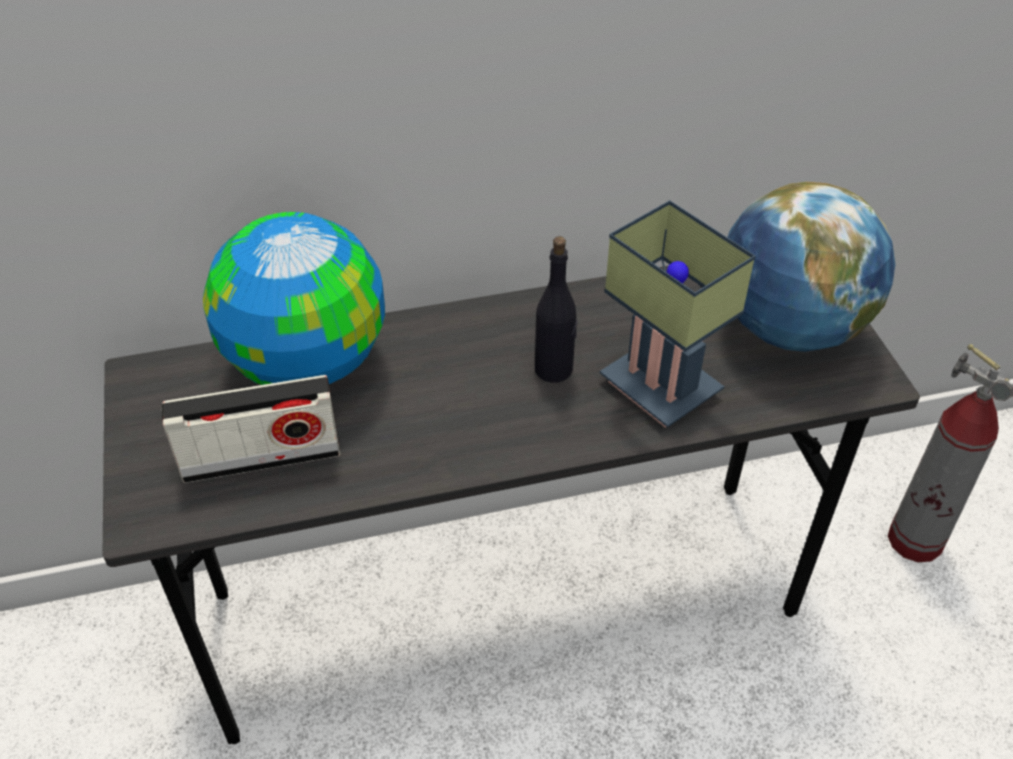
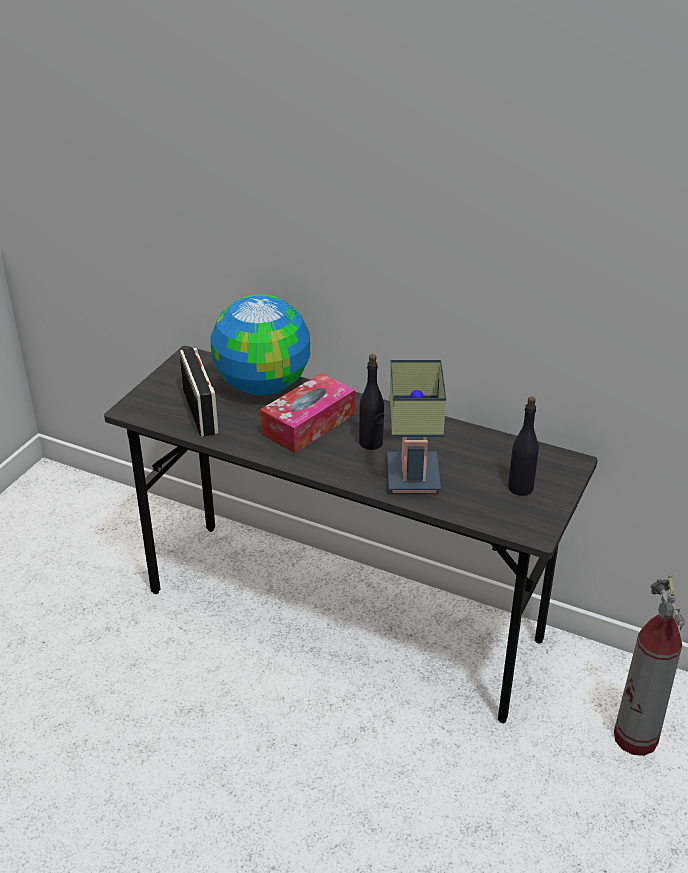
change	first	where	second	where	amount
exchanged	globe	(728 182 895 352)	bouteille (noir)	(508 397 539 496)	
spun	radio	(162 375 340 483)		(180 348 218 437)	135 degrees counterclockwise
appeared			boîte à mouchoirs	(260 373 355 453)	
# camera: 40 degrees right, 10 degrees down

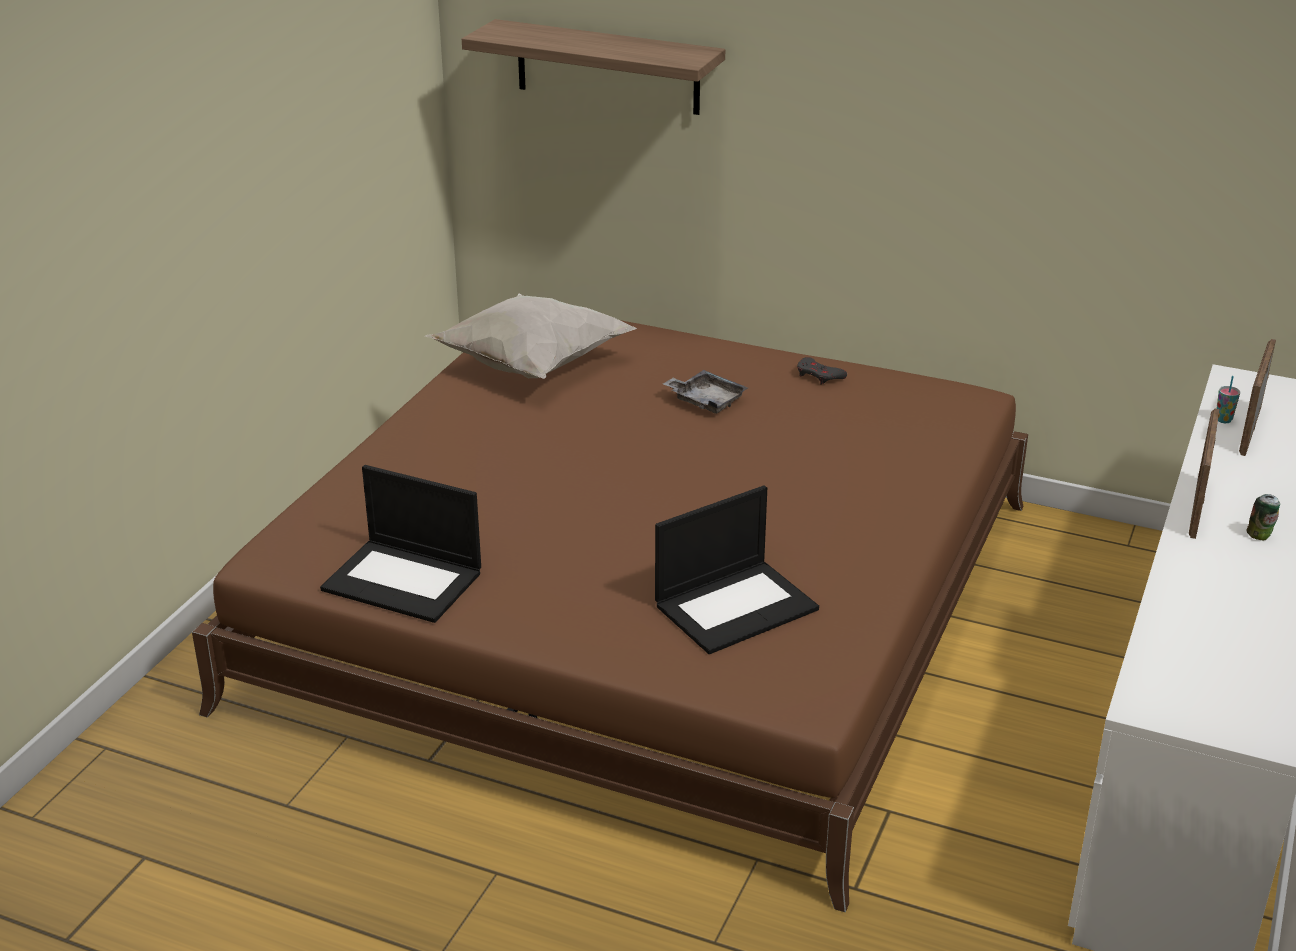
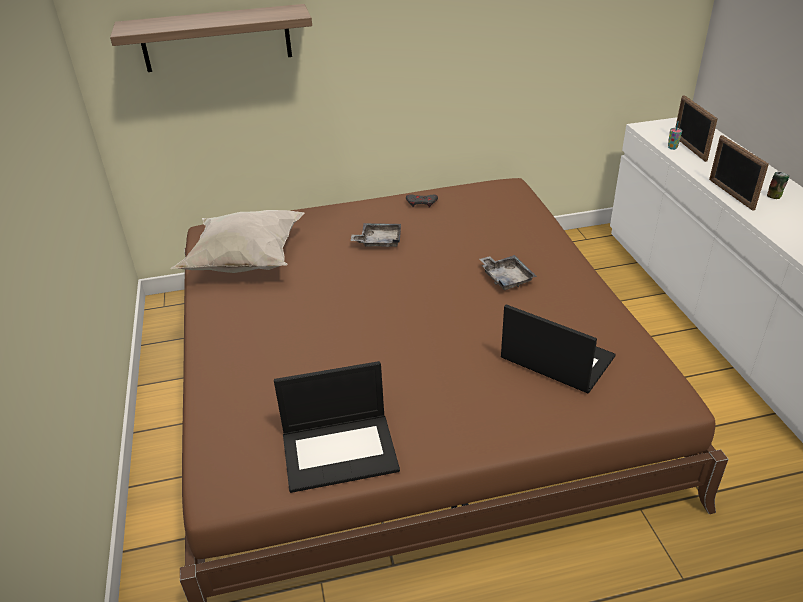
change	first	where	second	where	amount
spun	ordinateur portable	(655 485 819 654)		(501 304 616 394)	75 degrees counterclockwise
appeared			plateau (gris)	(479 255 537 290)	
# camera: 35 degrees left, 5 degrees up

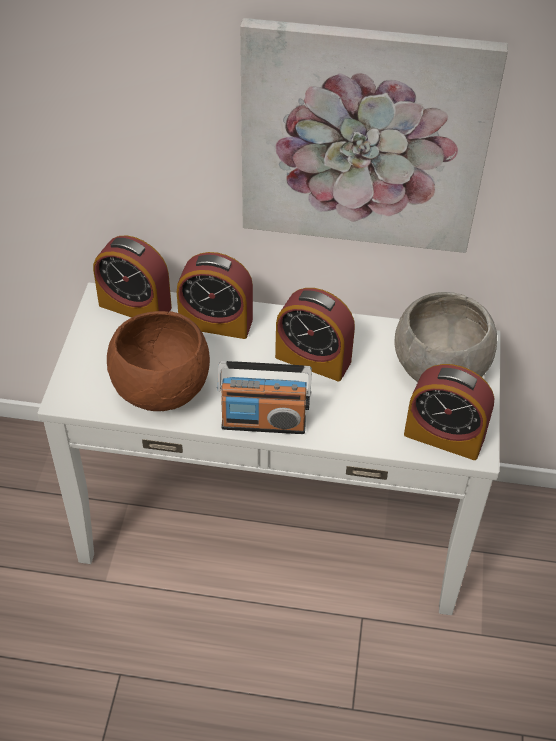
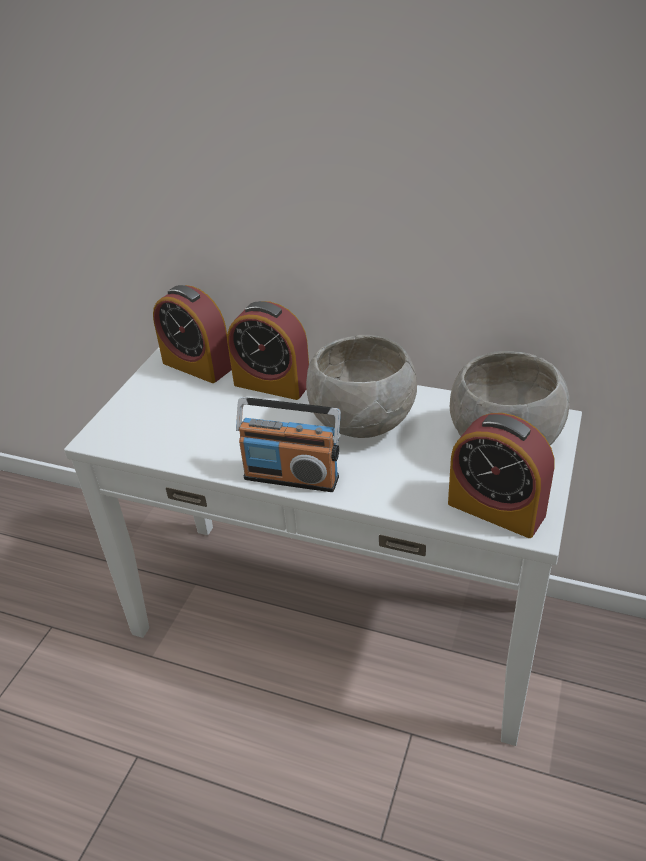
change	first	where	second	where	amount
missing	tableau	(240 18 508 253)			
exchanged	réveil	(275 288 355 381)	bol (gris)	(306 335 417 438)	
missing	bol (marron)	(107 311 210 411)			
# camera: 15 degrees right, 10 degrees down

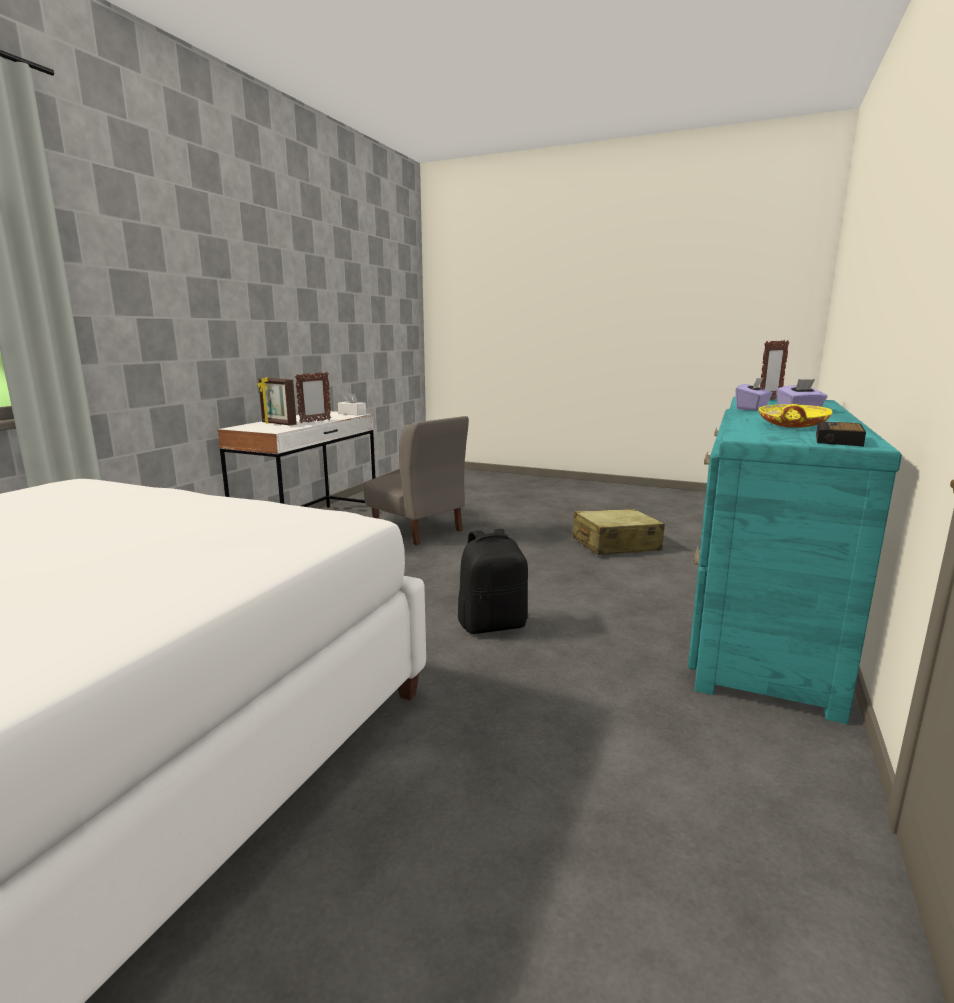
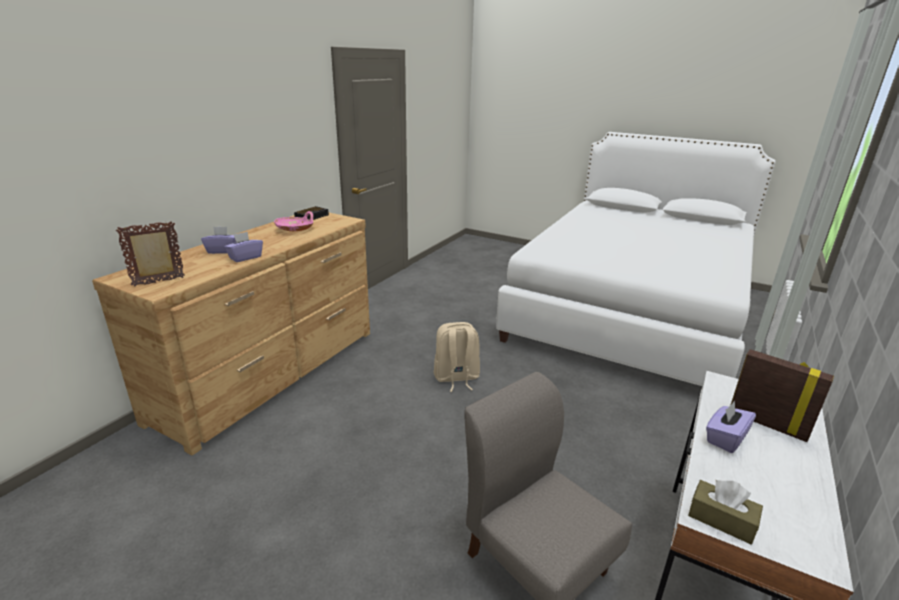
change	first	where	second	where	amount
exchanged	cadre photo	(295 372 331 423)	boîte à mouchoirs (violet)	(706 401 756 453)	
colour	boîte à mouchoirs (blanc)	(338 392 366 415)	boîte à mouchoirs (marron)	(688 480 763 544)	
colour	commode (turquoise)	(688 397 902 724)	commode (marron)	(92 213 370 455)	
colour	bol (jaune)	(759 404 832 428)	bol (rose)	(274 211 313 231)	
missing	valise (beige)	(572 509 665 555)			
colour	sac à dos (noir)	(458 529 528 634)	sac à dos (beige)	(434 322 480 392)	
# camera: 175 degrees left, 10 degrees up

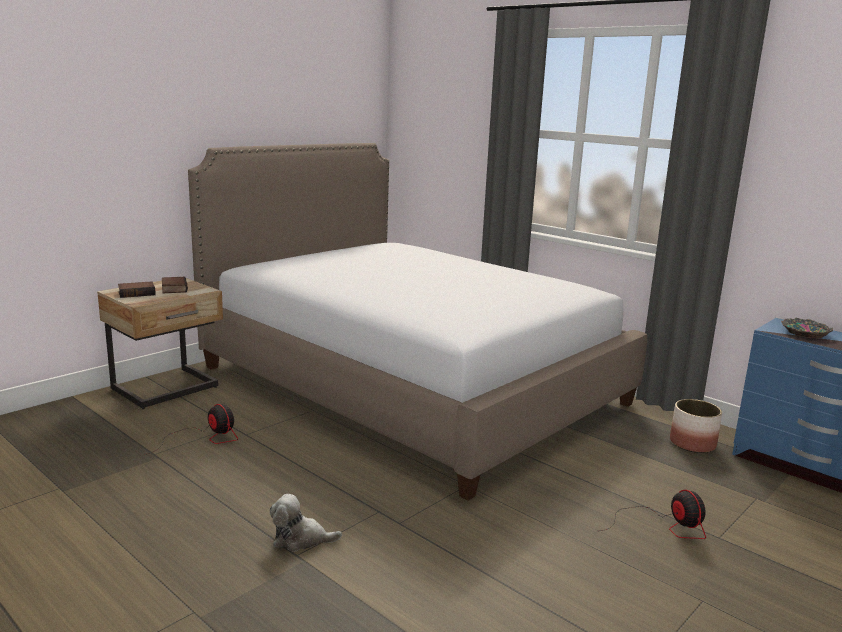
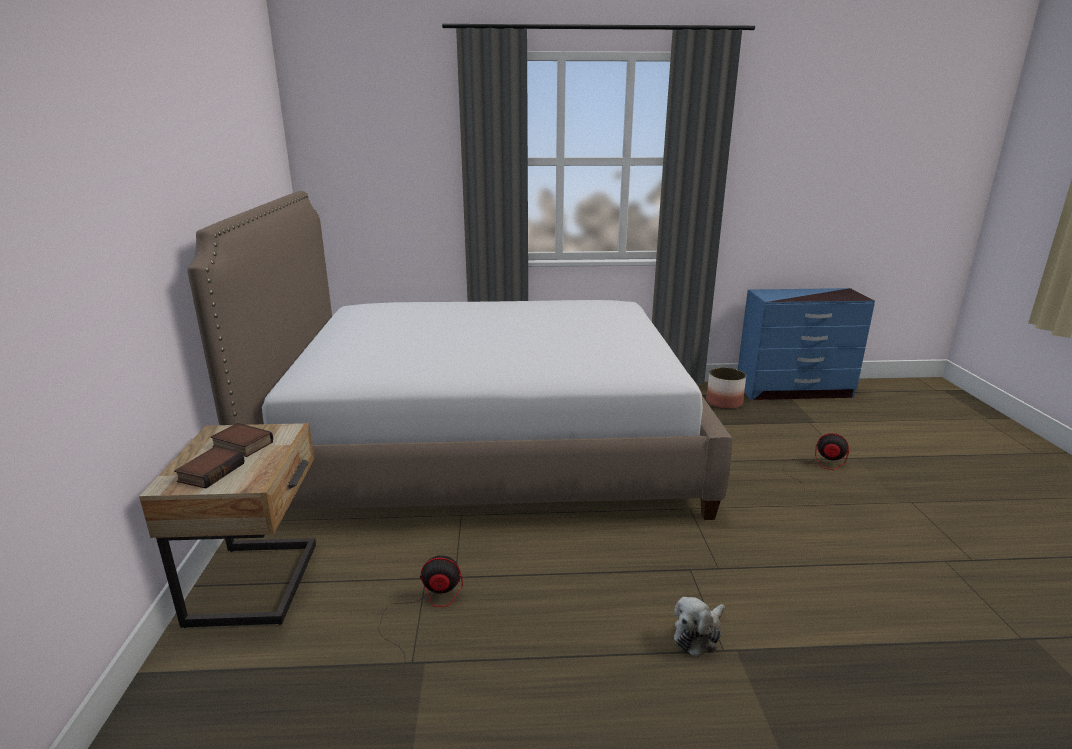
change	first	where	second	where	amount
missing	bol	(781 317 834 338)			
# camera: 45 degrees left, 5 degrees up

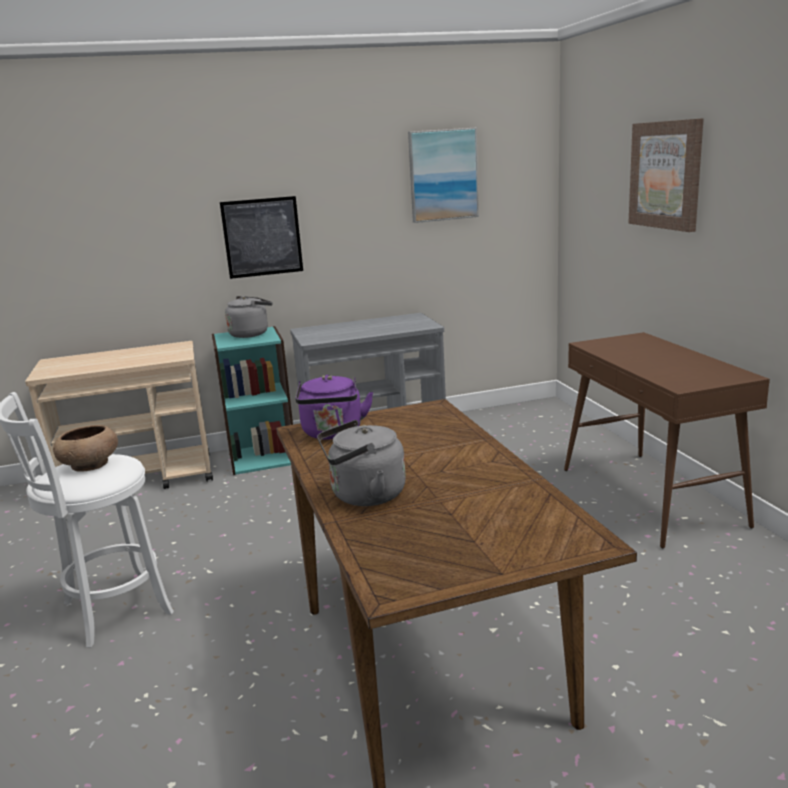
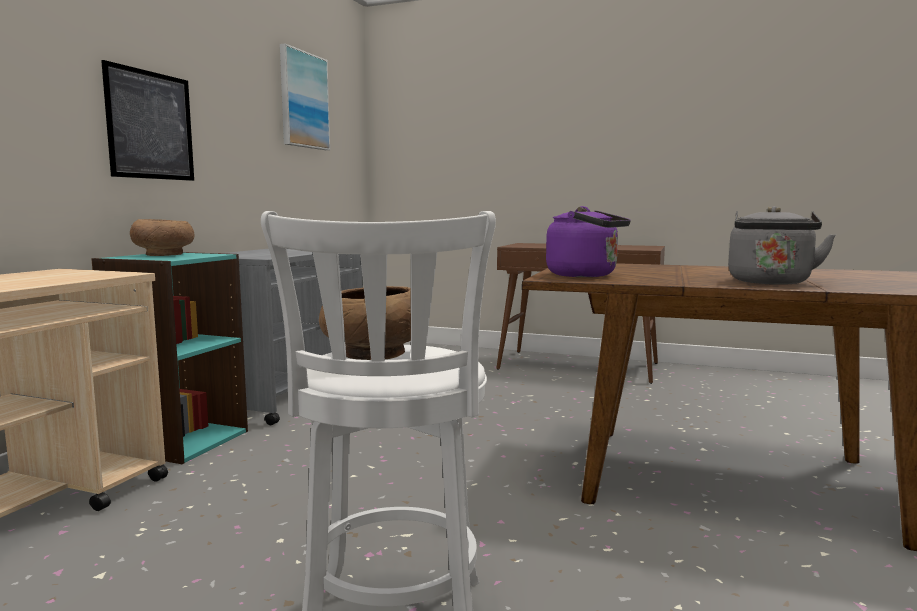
change	first	where	second	where	amount
missing	tableau	(628 118 703 232)			
exchanged	bouilloire (gris)	(225 296 272 338)	bol (marron)	(130 219 195 256)	
# camera: 55 degrees left, 10 degrees down

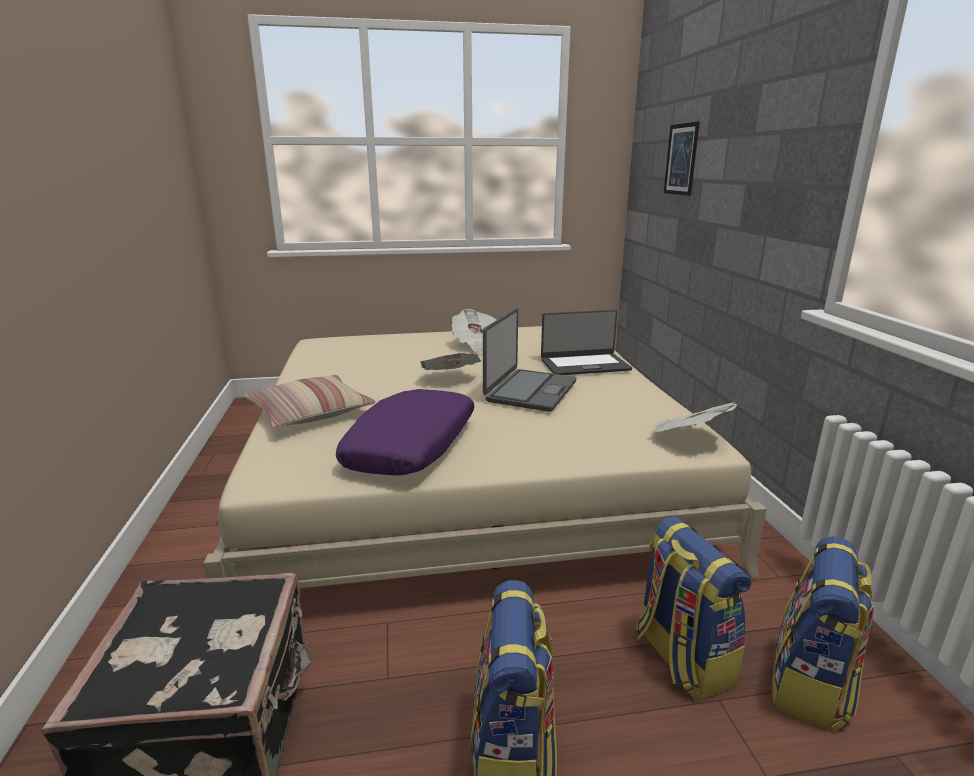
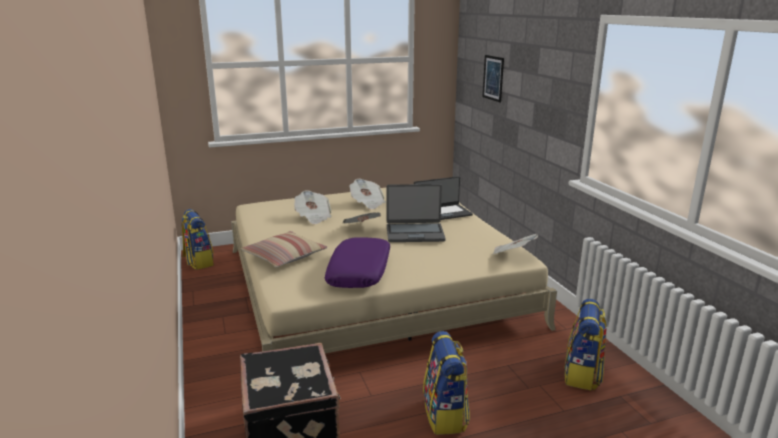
change	first	where	second	where	amount
spun	ordinateur portable	(483 308 576 412)		(387 184 446 242)	75 degrees clockwise
relocated	sac à dos	(636 516 752 701)		(182 209 214 270)	
appeared			journal	(294 190 332 224)	
# camera: 10 degrees left, 0 degrees up

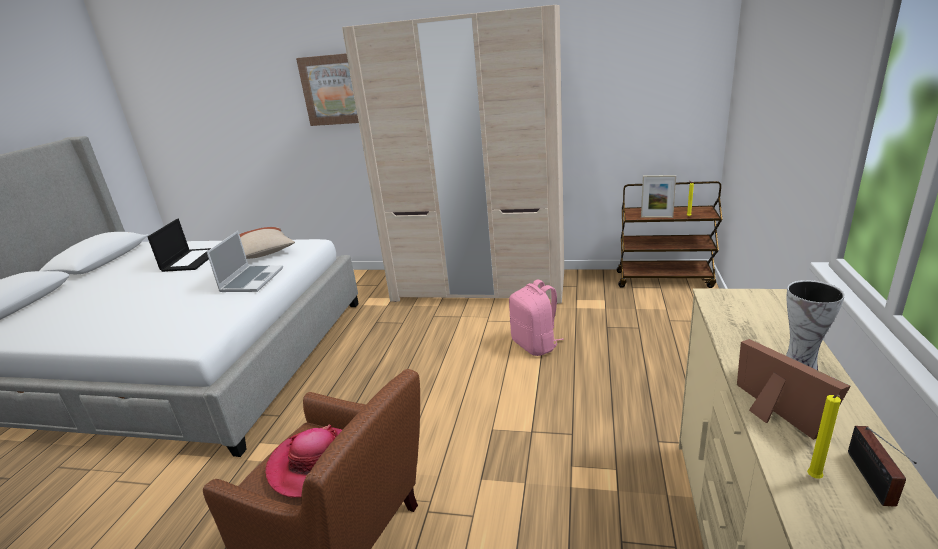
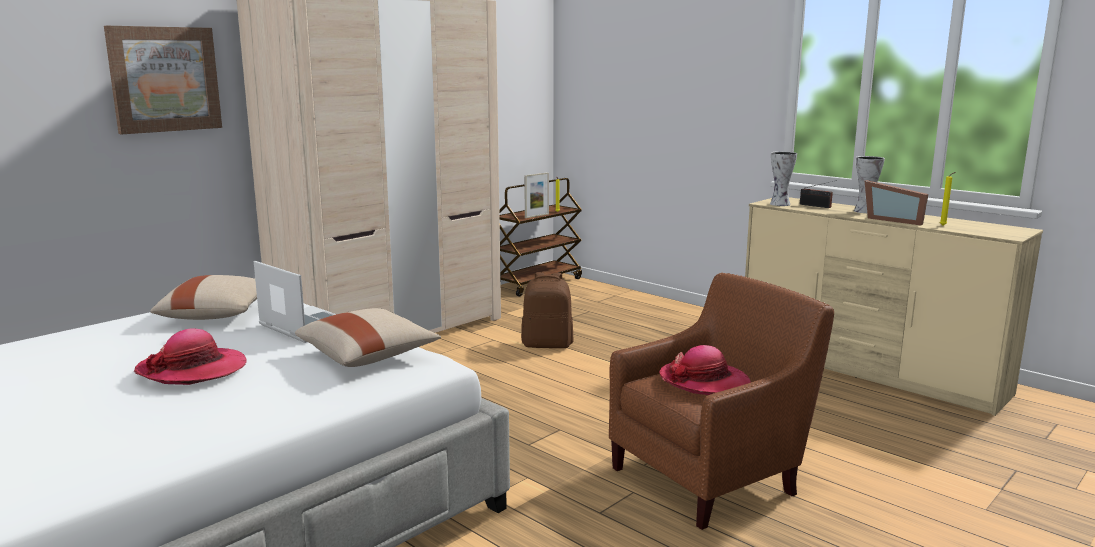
change	first	where	second	where	amount
missing	ordinateur portable	(147 219 211 272)			
colour	sac à dos (rose)	(509 280 564 356)	sac à dos (marron)	(521 272 574 348)	
spun	cadre photo	(737 339 851 440)		(865 180 928 225)	150 degrees counterclockwise
relocated	radio	(848 426 917 507)		(800 180 837 208)	
appeared			vase	(770 151 797 206)	
appeared			coussin (beige)	(295 308 441 367)	
appeared			chapeau	(134 329 247 385)	
# camera: 60 degrees left, 10 degrees down

